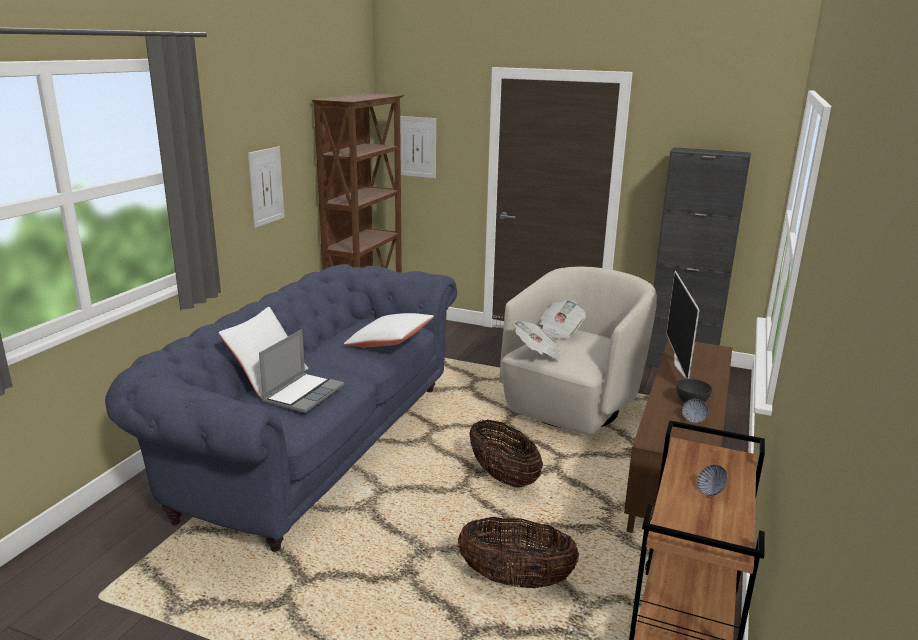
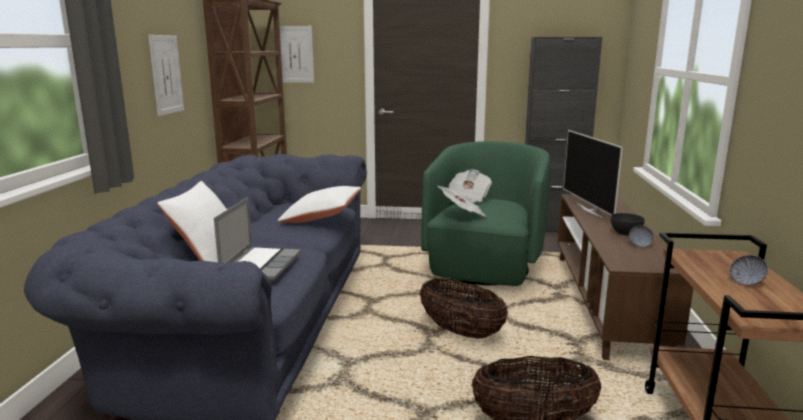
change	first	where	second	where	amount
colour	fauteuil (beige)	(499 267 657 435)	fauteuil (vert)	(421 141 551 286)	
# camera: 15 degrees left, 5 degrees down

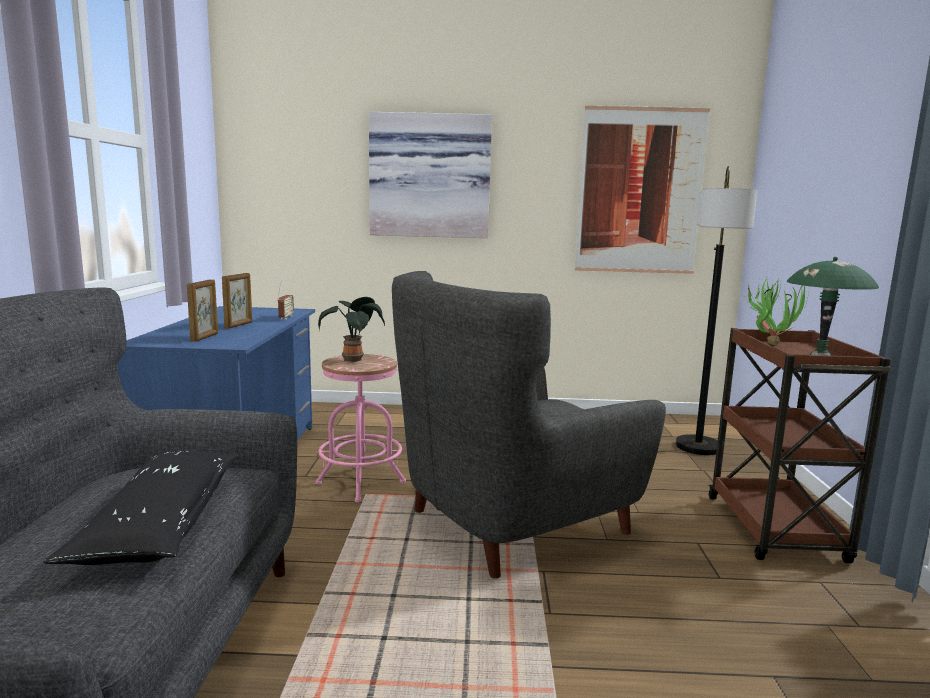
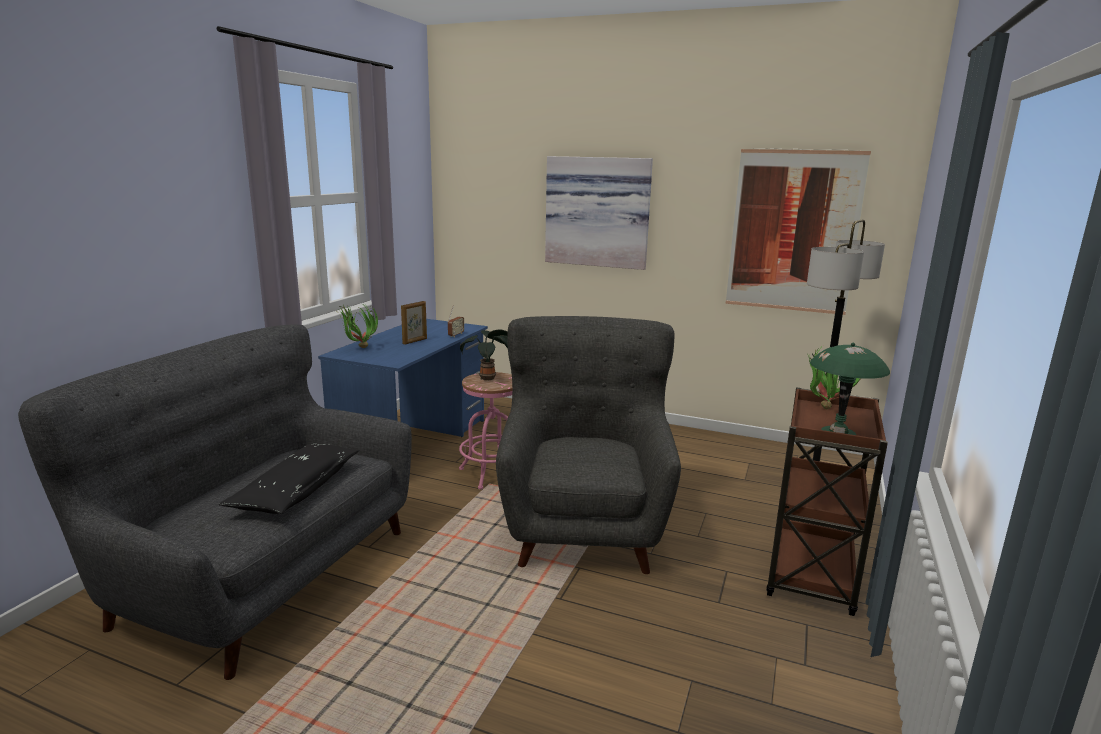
change	first	where	second	where	amount
spun	fauteuil (gris)	(392 271 666 578)		(496 316 681 574)	105 degrees clockwise
missing	cadre photo	(187 279 218 342)			
appeared			plante en pot	(339 303 378 348)	
# camera: 20 degrees right, 5 degrees up

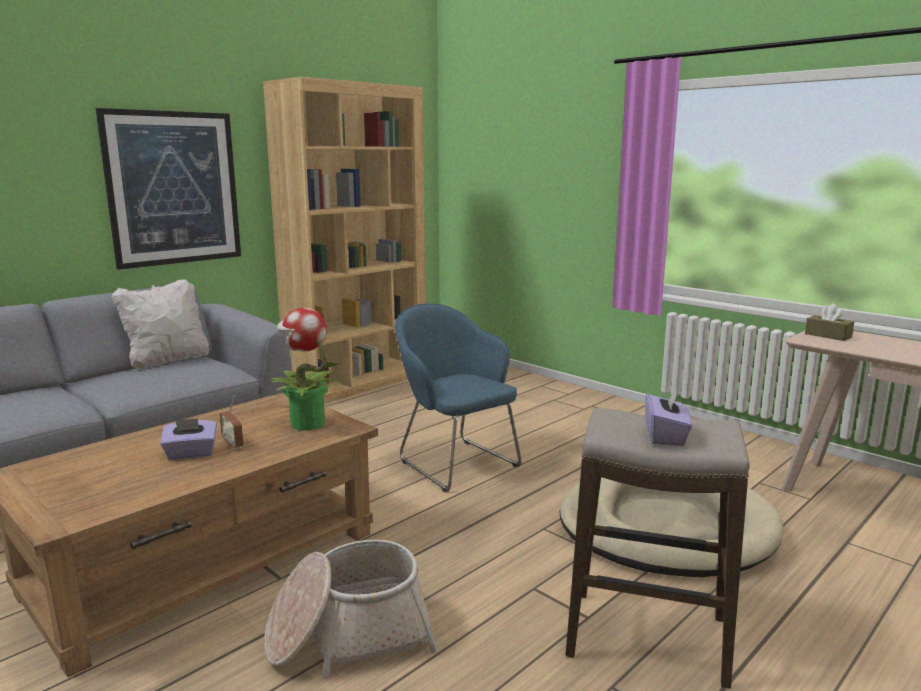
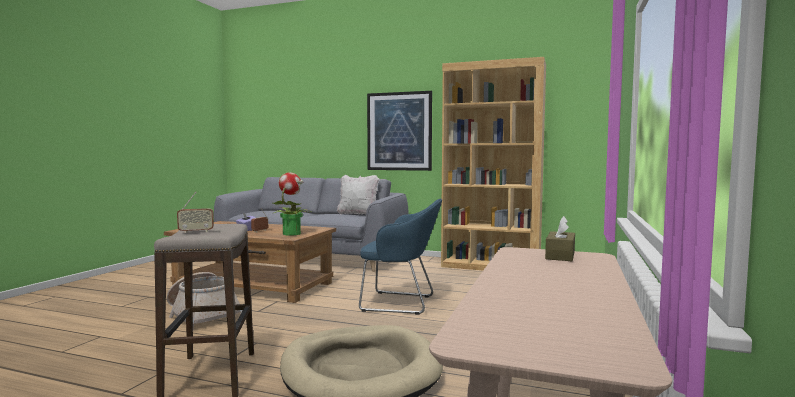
change	first	where	second	where	amount
spun	fauteuil (bleu)	(395 303 522 492)		(359 198 442 315)	75 degrees clockwise
exchanged	boîte à mouchoirs (violet)	(645 387 692 446)	radio	(177 192 214 233)	
# camera: 65 degrees right, 10 degrees down

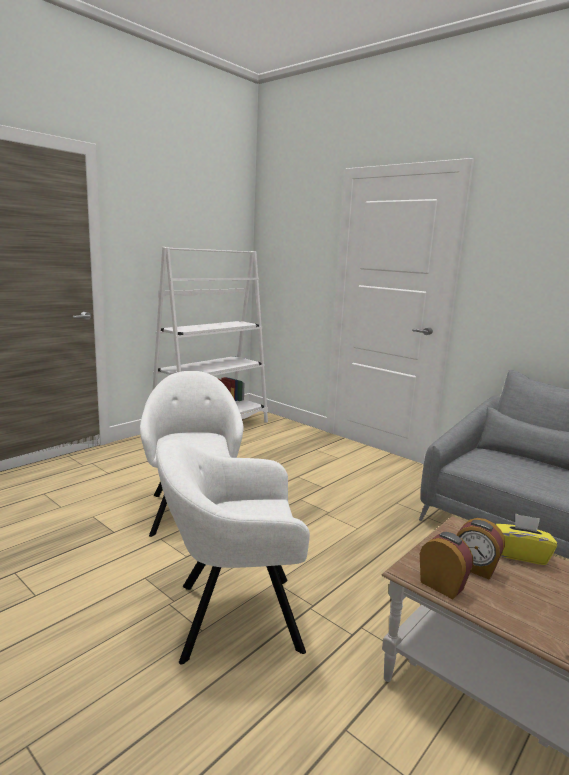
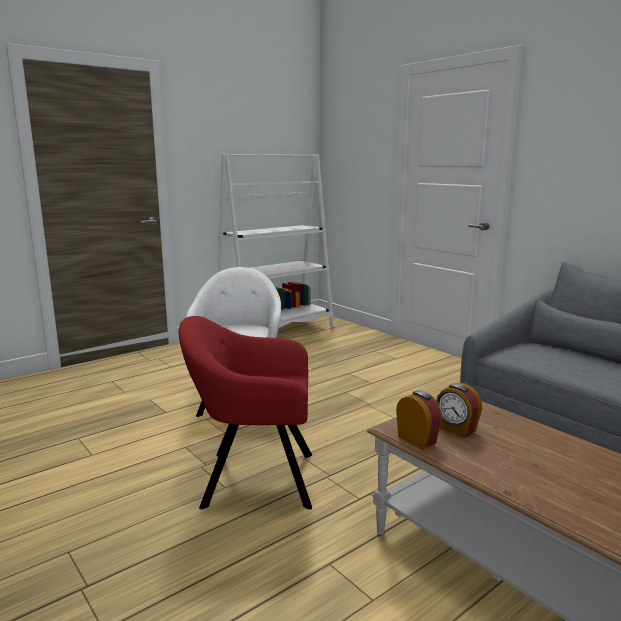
change	first	where	second	where	amount
colour	fauteuil (blanc)	(156 439 310 664)	fauteuil (rouge)	(179 316 312 510)	
missing	boîte à mouchoirs (jaune)	(496 513 558 565)			
# camera: 10 degrees right, 0 degrees up

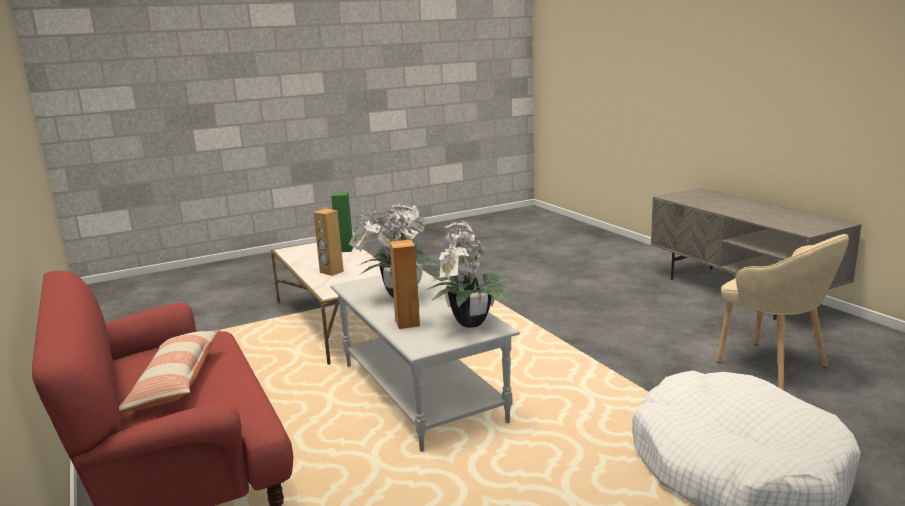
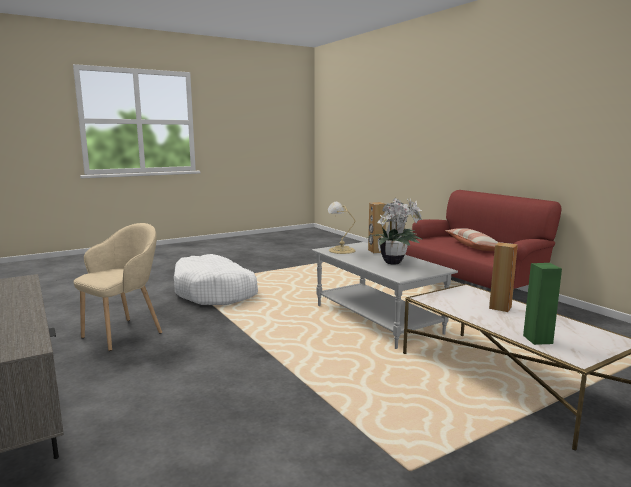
change	first	where	second	where	amount
exchanged	plante en pot	(426 220 509 328)	lampe de table	(328 202 356 254)	
spun	fauteuil (beige)	(717 234 849 390)		(74 223 162 351)	75 degrees clockwise
# camera: 175 degrees right, 5 degrees down

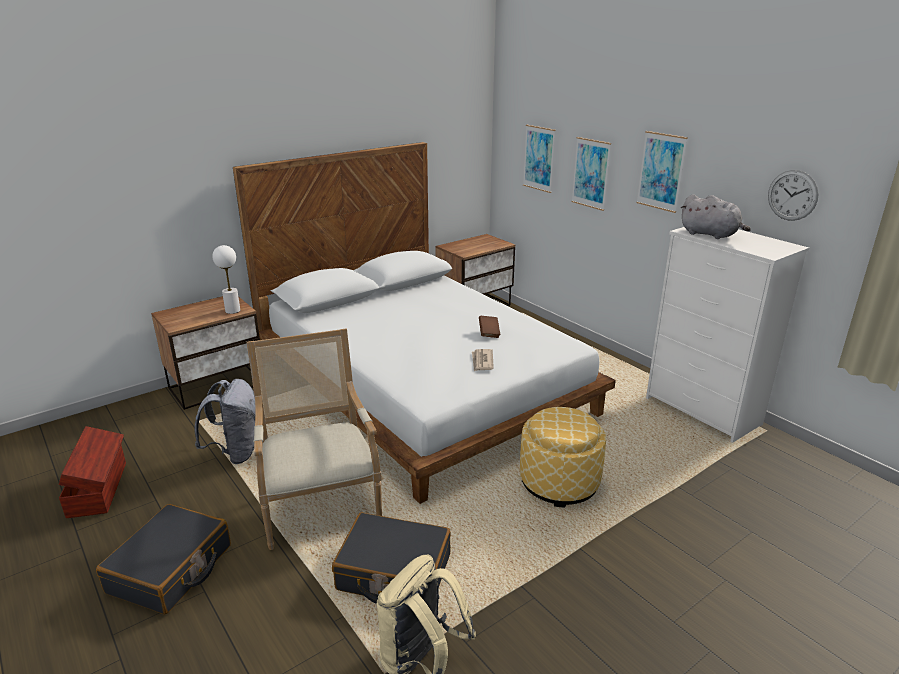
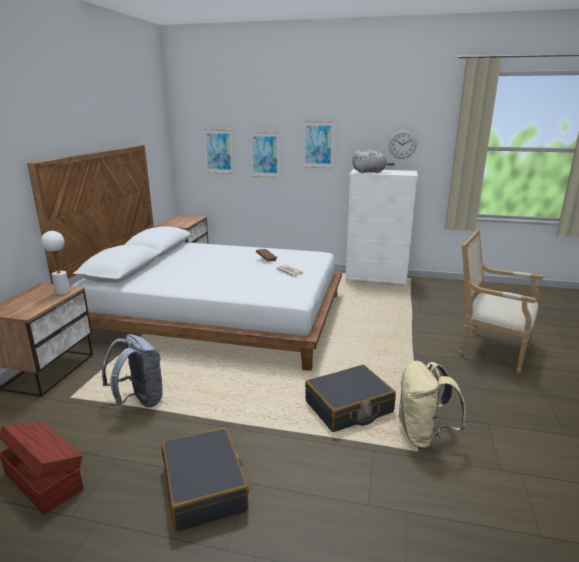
change	first	where	second	where	amount
relocated	fauteuil	(247 329 382 550)		(459 230 544 374)	
missing	pouf	(520 407 606 507)			
# camera: 40 degrees left, 5 degrees down

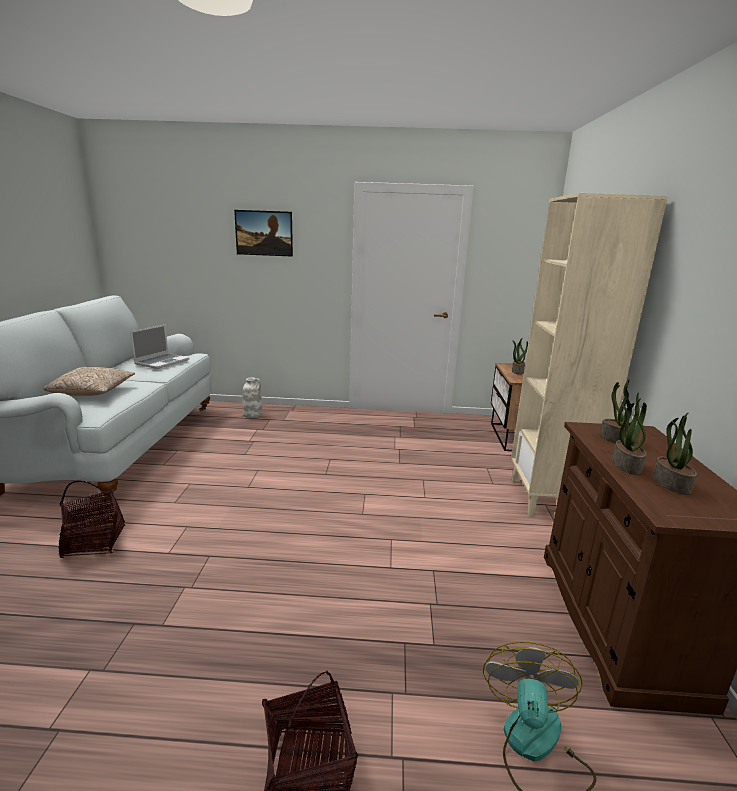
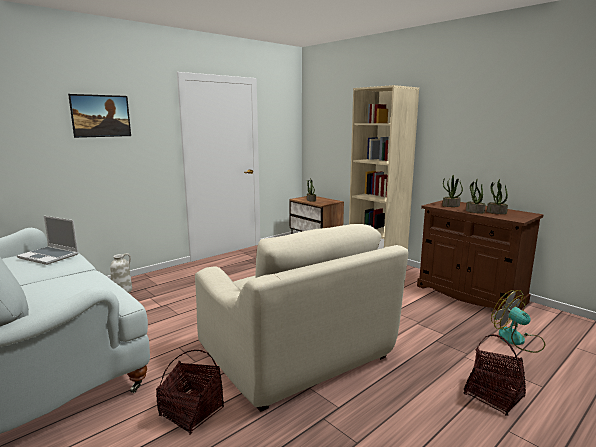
change	first	where	second	where	amount
spun	ordinateur portable	(130 325 190 369)		(17 216 79 265)	135 degrees clockwise
missing	coussin	(43 367 135 396)			
appeared			fauteuil (beige)	(195 224 409 412)	
# camera: 45 degrees left, 5 degrees down

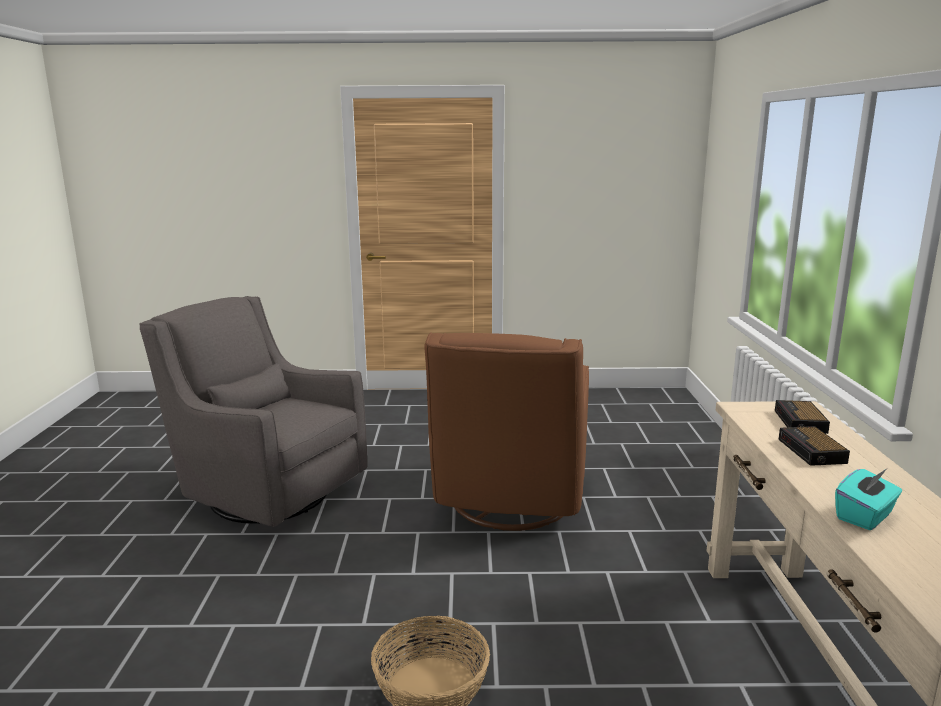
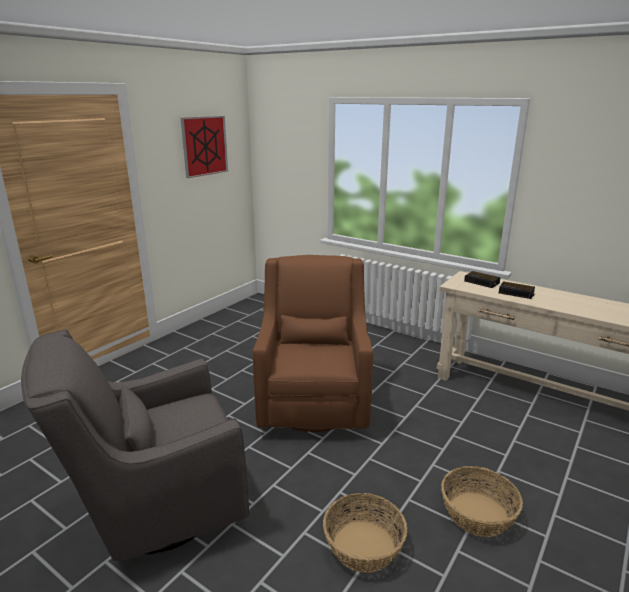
change	first	where	second	where	amount
spun	fauteuil (marron)	(425 332 589 531)		(252 255 373 432)	135 degrees counterclockwise
missing	boîte à mouchoirs (turquoise)	(835 469 902 530)			
appeared			tableau	(181 116 228 178)	
appeared			panier	(323 493 407 573)	
# camera: 55 degrees left, 5 degrees up

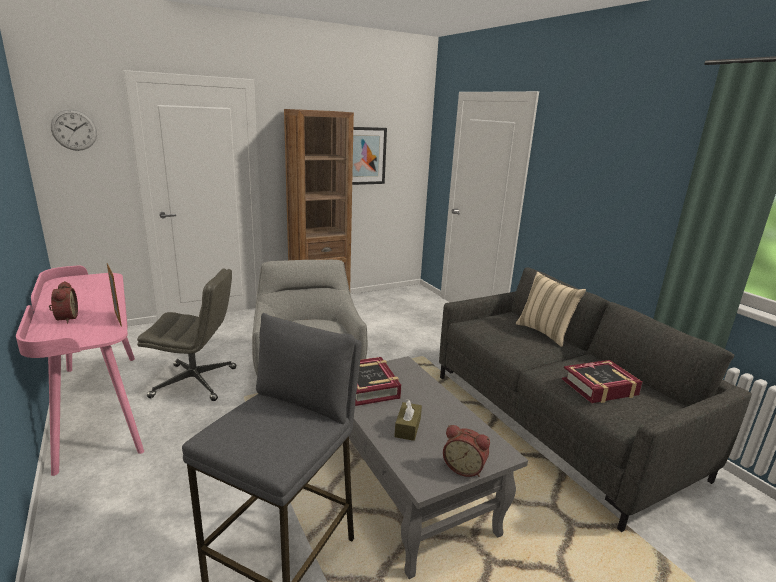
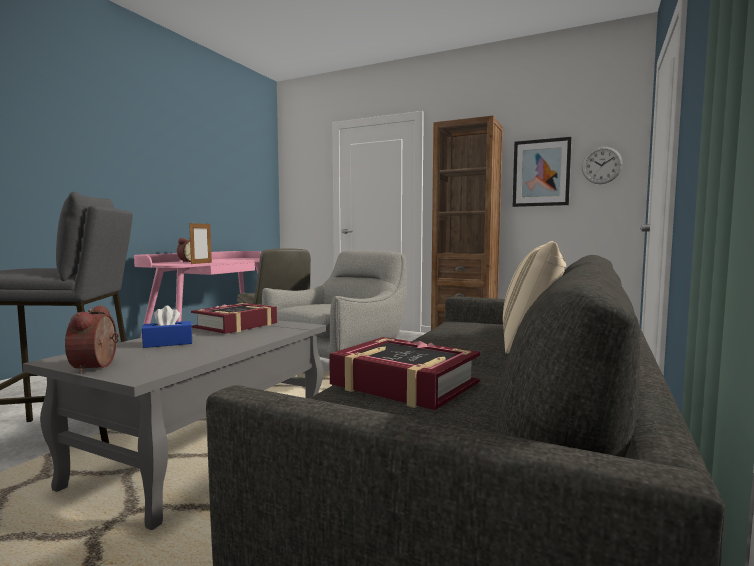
change	first	where	second	where	amount
relocated	horloge murale	(51 109 97 151)		(582 147 623 184)	
colour	boîte à mouchoirs (marron)	(394 399 422 441)	boîte à mouchoirs (bleu)	(142 306 192 348)	
# camera: 55 degrees right, 15 degrees down

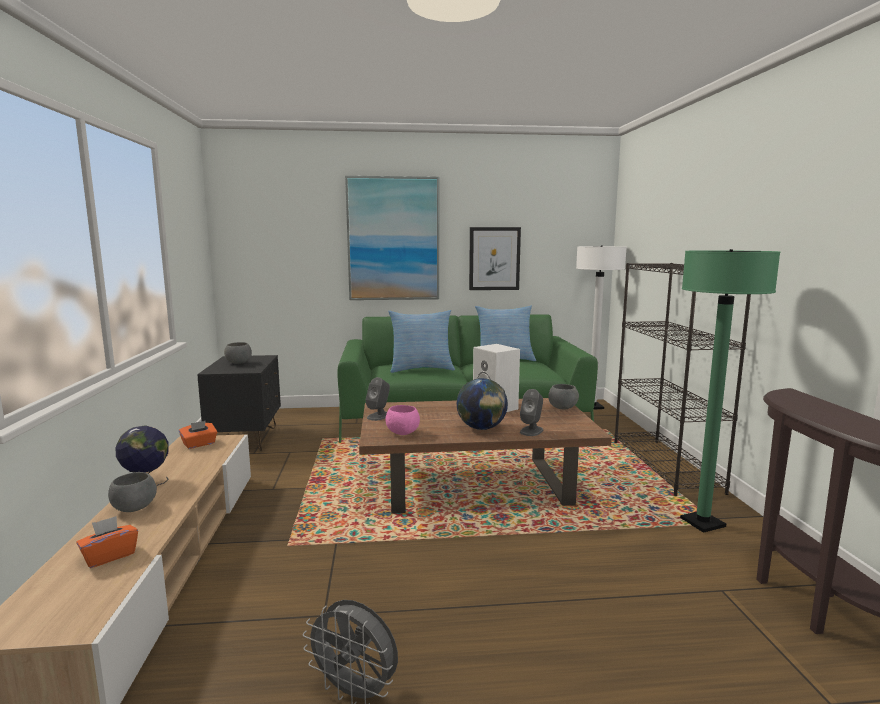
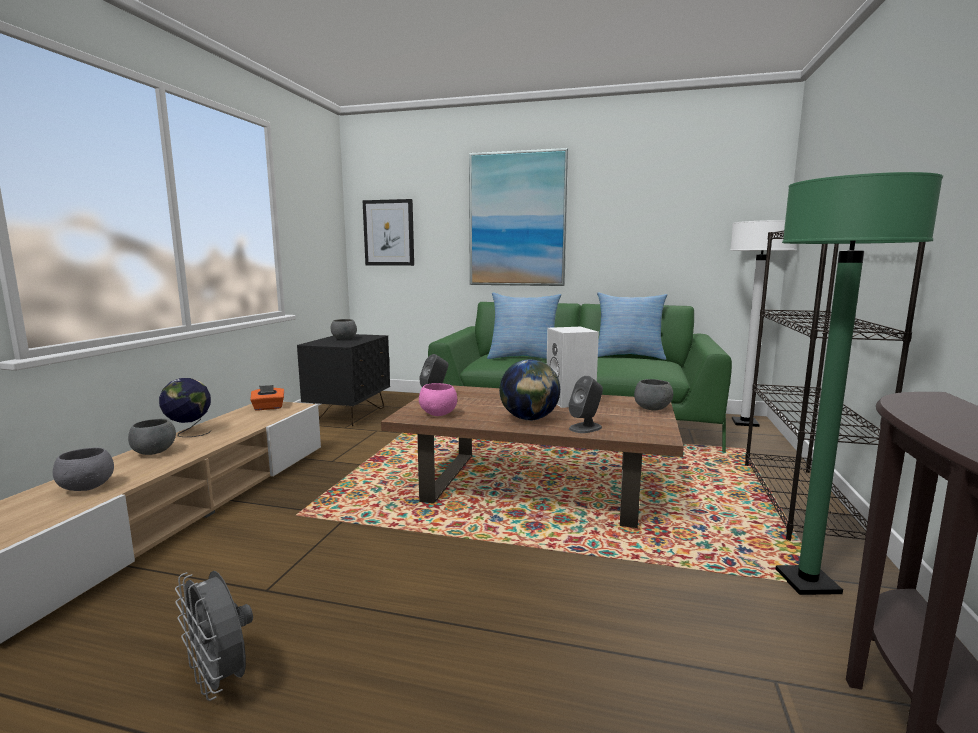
change	first	where	second	where	amount
relocated	tableau	(469 227 521 290)		(363 199 414 266)	
exchanged	boîte à mouchoirs (orange)	(76 516 138 568)	bol (gris)	(53 448 114 491)	
# camera: 20 degrees right, 0 degrees up

